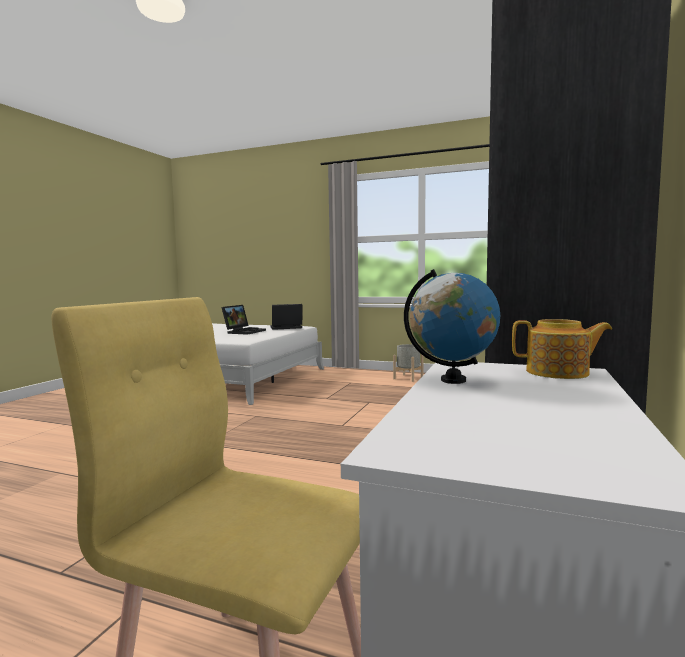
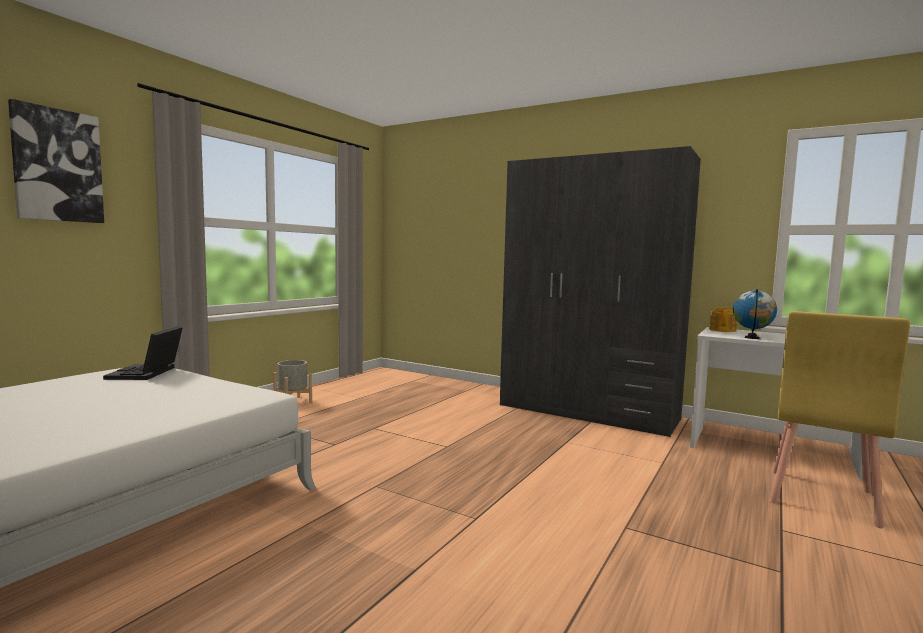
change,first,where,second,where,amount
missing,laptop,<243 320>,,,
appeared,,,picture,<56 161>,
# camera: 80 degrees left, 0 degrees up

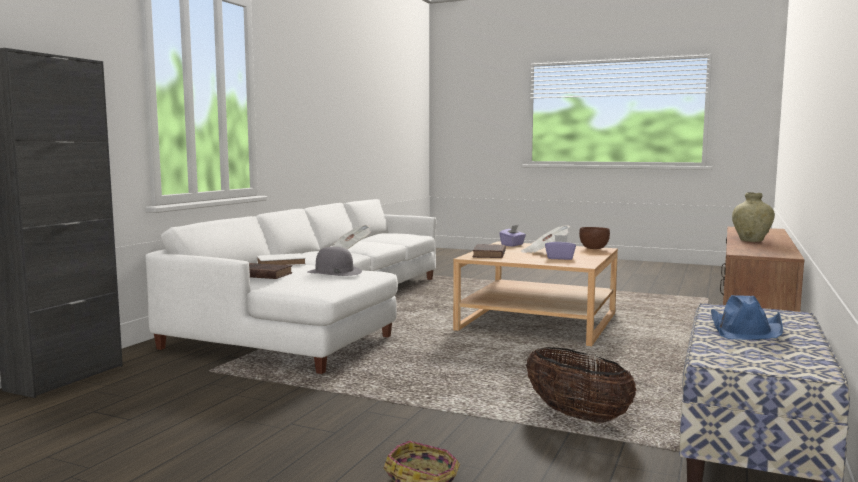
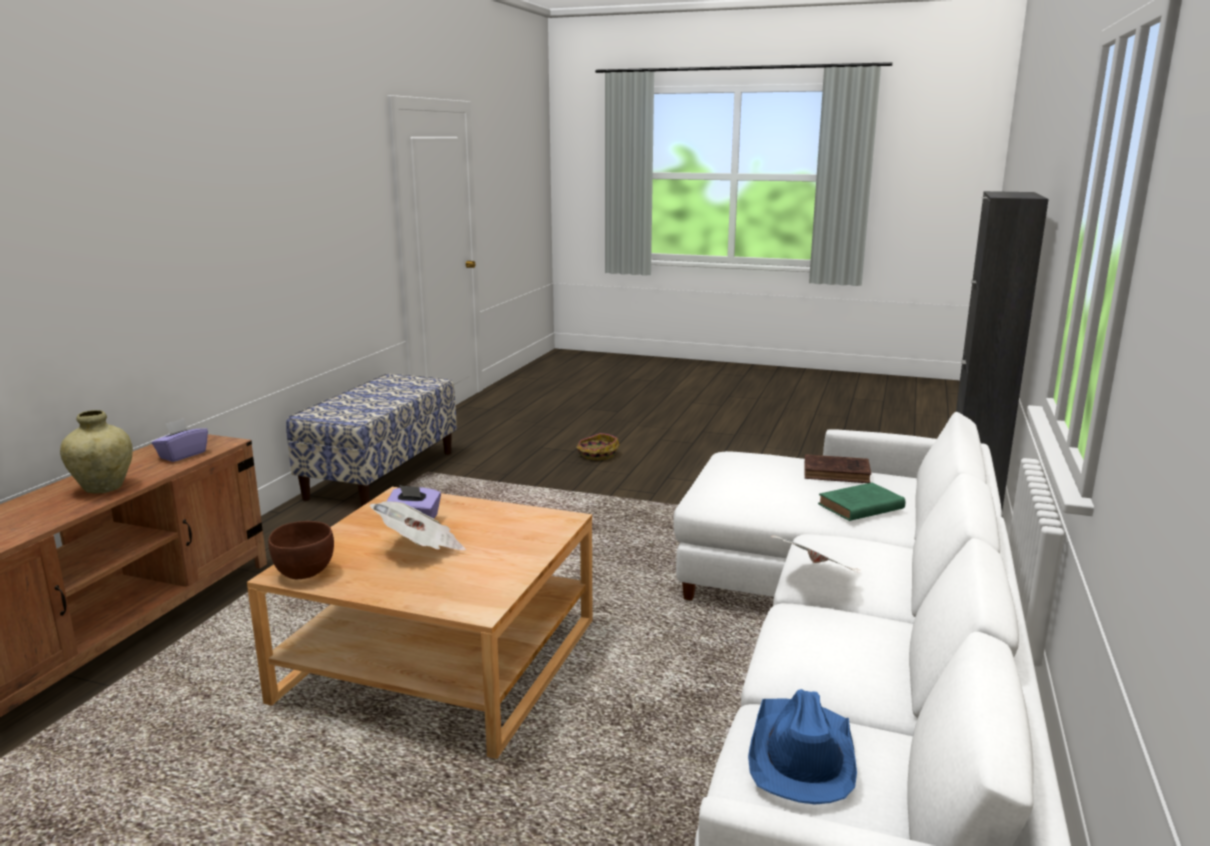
change,first,where,second,where,amount
relocated,tissue box in purple,<513 236>,,<180 440>,
missing,book in brown,<489 251>,,,
missing,hat in grey,<334 261>,,,
colour,book in white,<281 259>,book in green,<862 502>,
relocated,hat in blue,<747 317>,,<802 746>,
missing,basket,<581 385>,,,
# camera: 175 degrees right, 10 degrees up

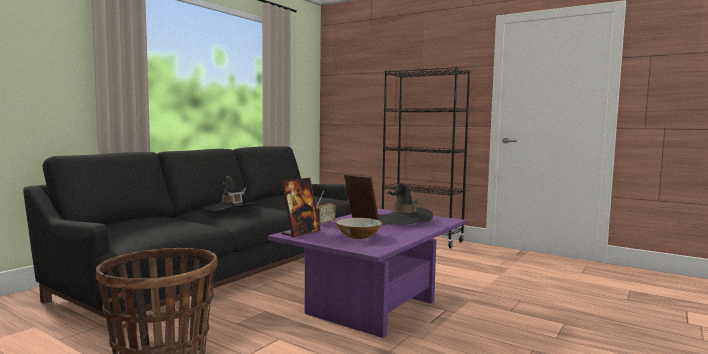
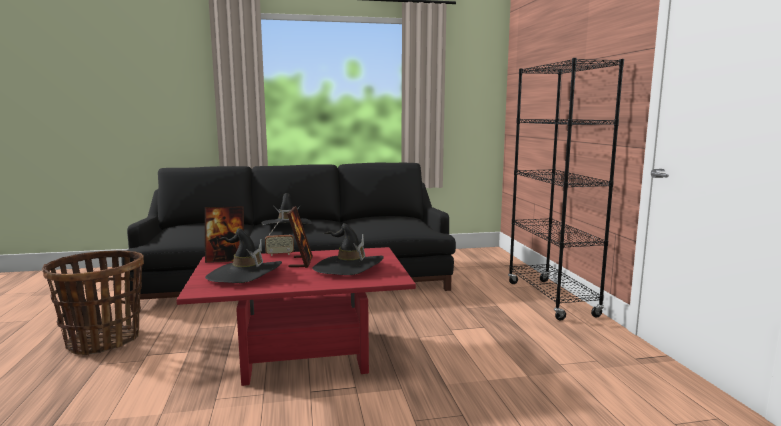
change,first,where,second,where,amount
colour,coffee table in purple,<367 273>,coffee table in red,<296 316>,
exchanged,bowl,<359 228>,hat in black,<243 255>,
# camera: 45 degrees right, 5 degrees up

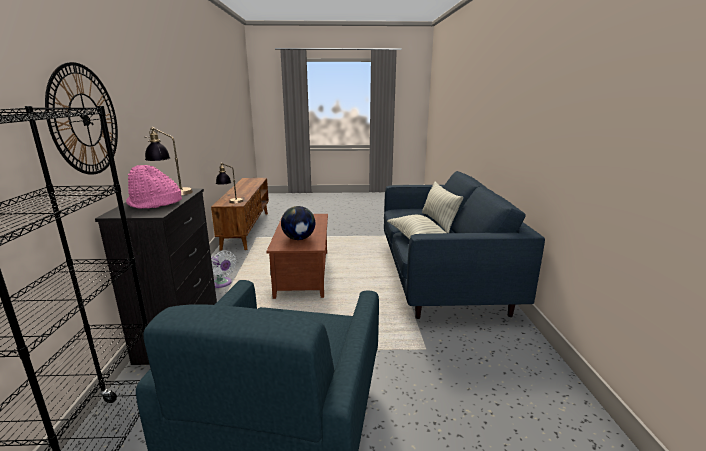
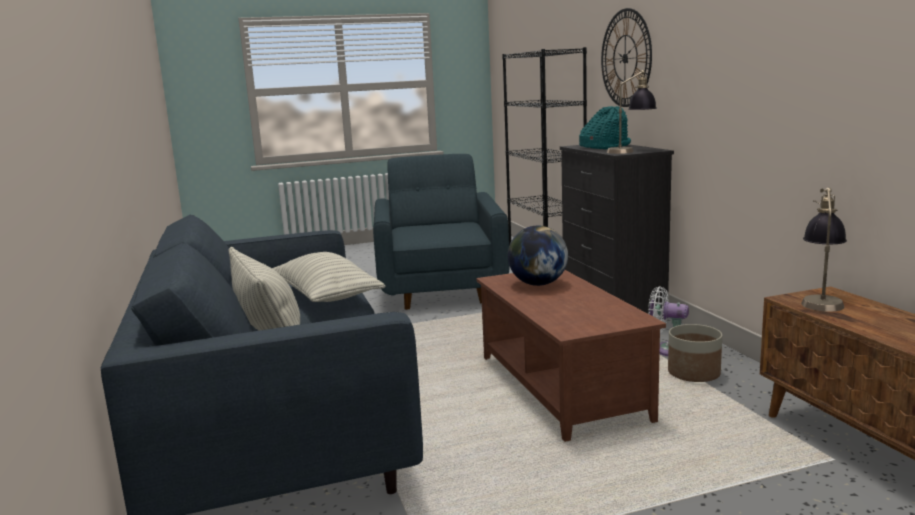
change,first,where,second,where,amount
colour,hat in pink,<154 187>,hat in turquoise,<605 127>,
appeared,,,planter,<695 353>,
# camera: 165 degrees right, 5 degrees down

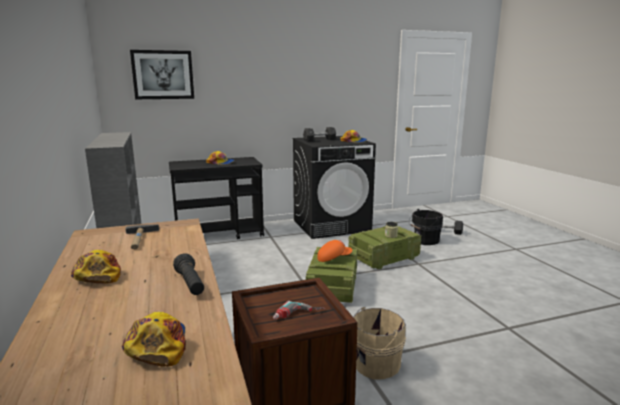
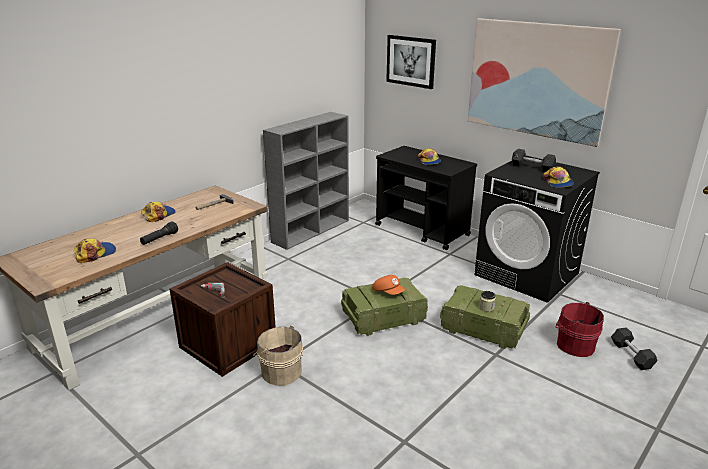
change,first,where,second,where,amount
colour,bucket in black,<426 227>,bucket in red,<580 329>,
appeared,,,picture,<544 82>,
# camera: 60 degrees right, 10 degrees up

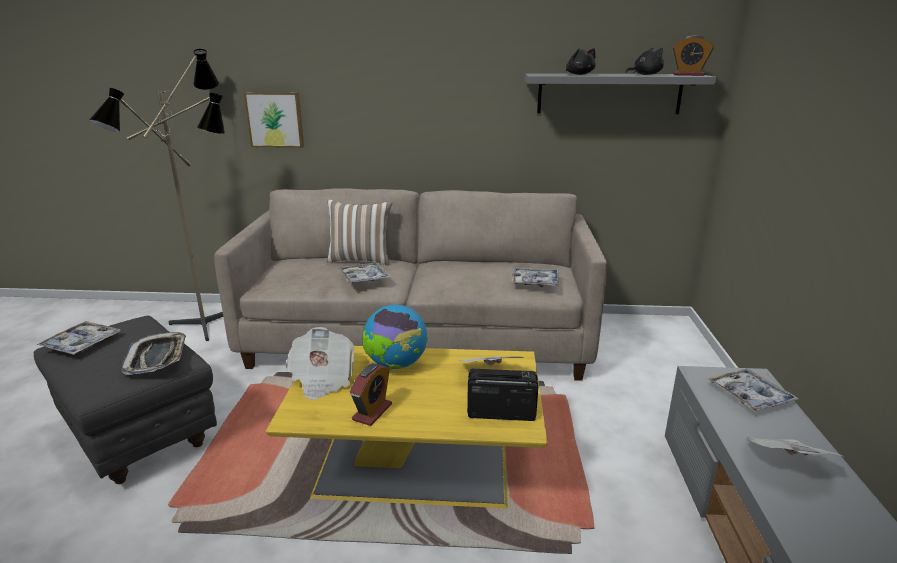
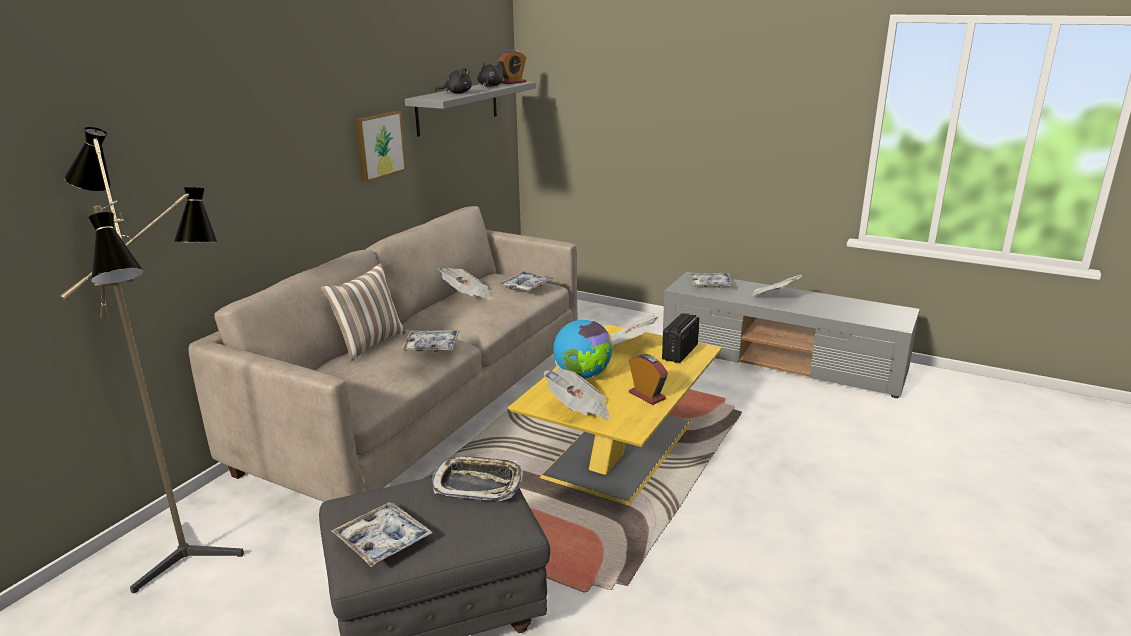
change,first,where,second,where,amount
relocated,picture,<274 120>,,<380 146>,
appeared,,,newspaper,<464 283>,
# camera: 65 degrees left, 0 degrees up

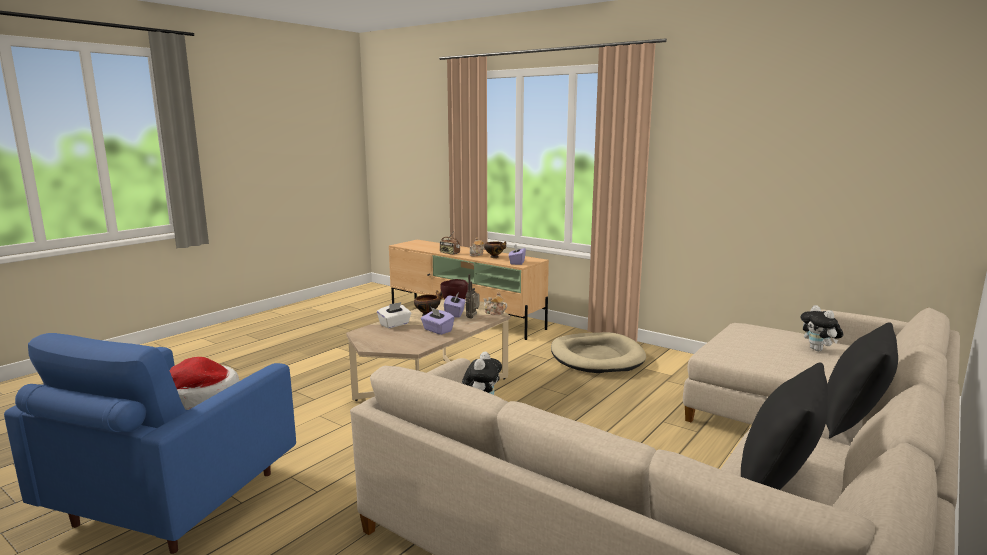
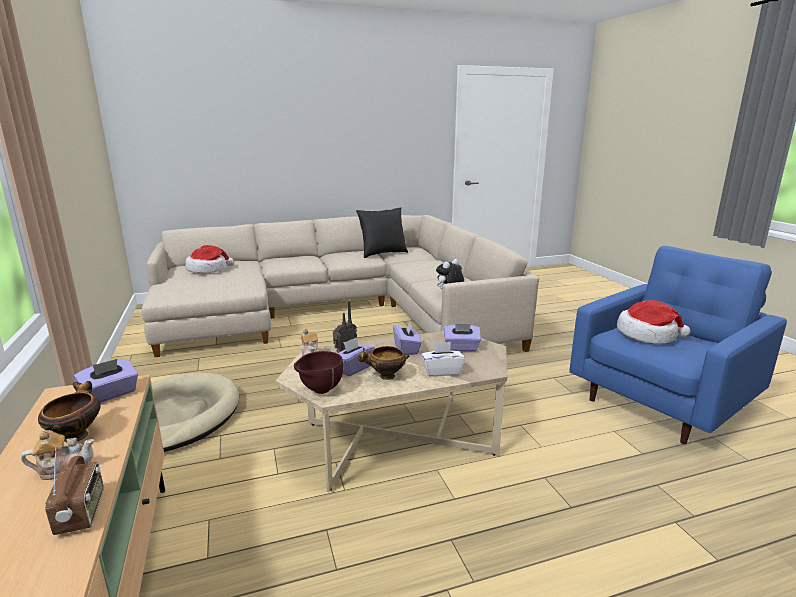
change,first,where,second,where,amount
exchanged,plush toy,<822 328>,hat,<209 259>,
missing,pillow in black,<862 380>,,,
appeared,,,tissue box in purple,<462 337>,
# camera: 145 degrees left, 5 degrees up

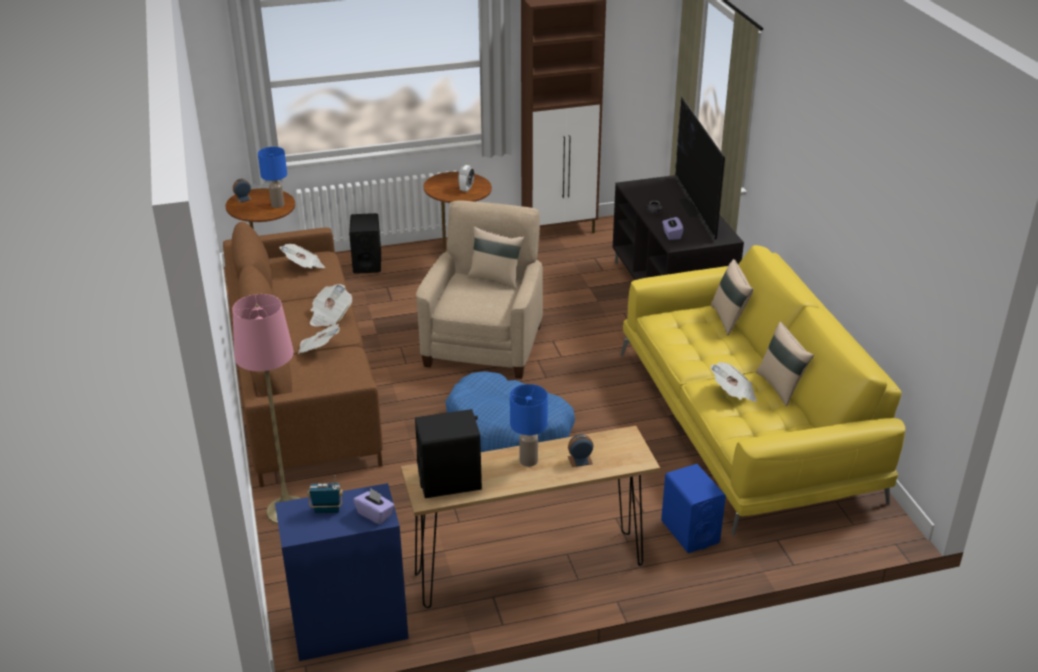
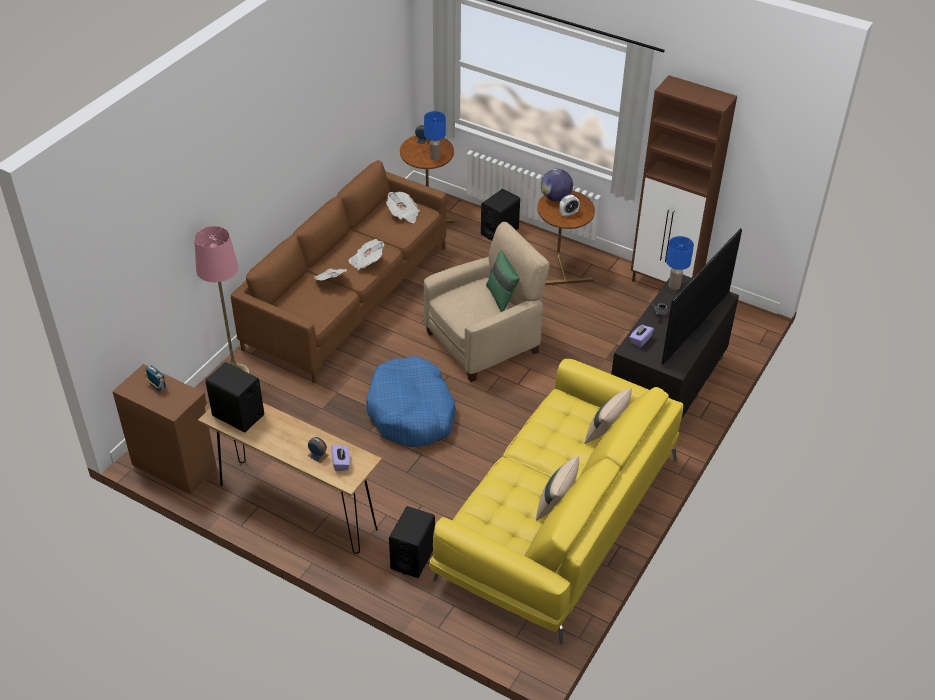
change,first,where,second,where,amount
colour,pillow in beige,<495 257>,pillow in green,<503 280>,
missing,newspaper,<734 382>,,,
relocated,table lamp in blue,<529 425>,,<680 263>,
colour,speaker in blue,<693 508>,speaker in black,<412 542>,
colour,cabinet in blue,<342 572>,cabinet in brown,<164 429>,
relocated,tissue box in purple,<374 506>,,<341 458>,
appeared,,,globe,<557 185>,
# camera: 45 degrees right, 10 degrees up

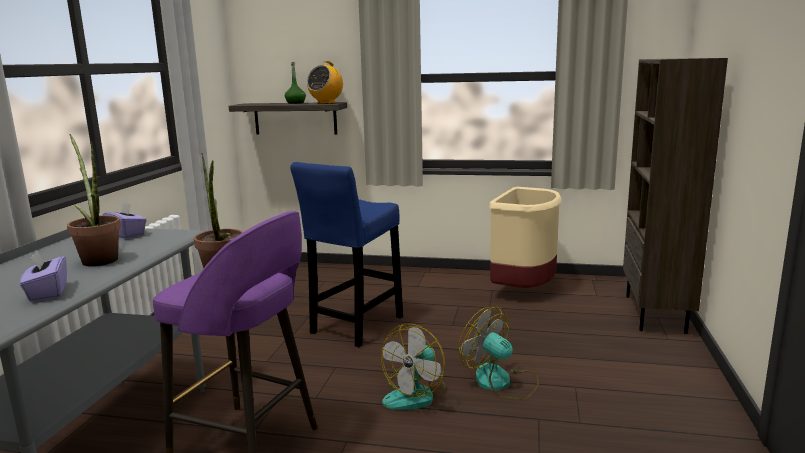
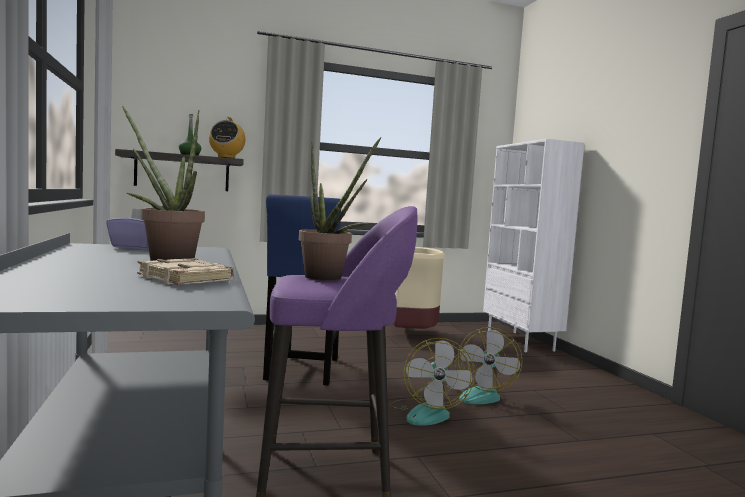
change,first,where,second,where,amount
colour,bookcase in brown,<675 196>,bookcase in white,<533 245>,
exchanged,tissue box in purple,<43 276>,book in beige,<185 271>,
spun,fan,<498 353>,,<485 365>,90 degrees counterclockwise
# camera: 30 degrees left, 10 degrees down

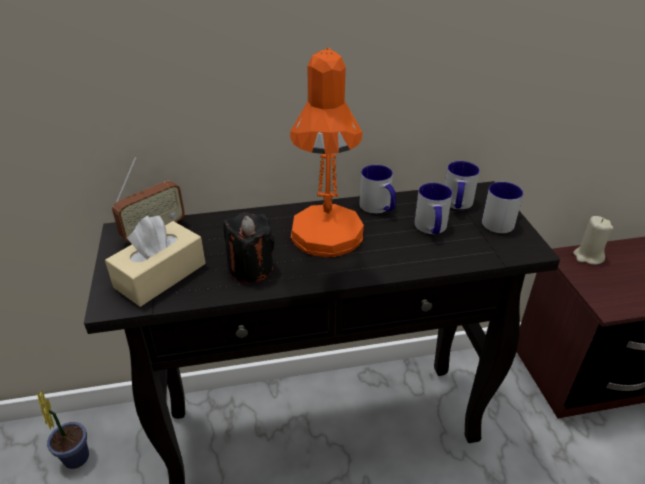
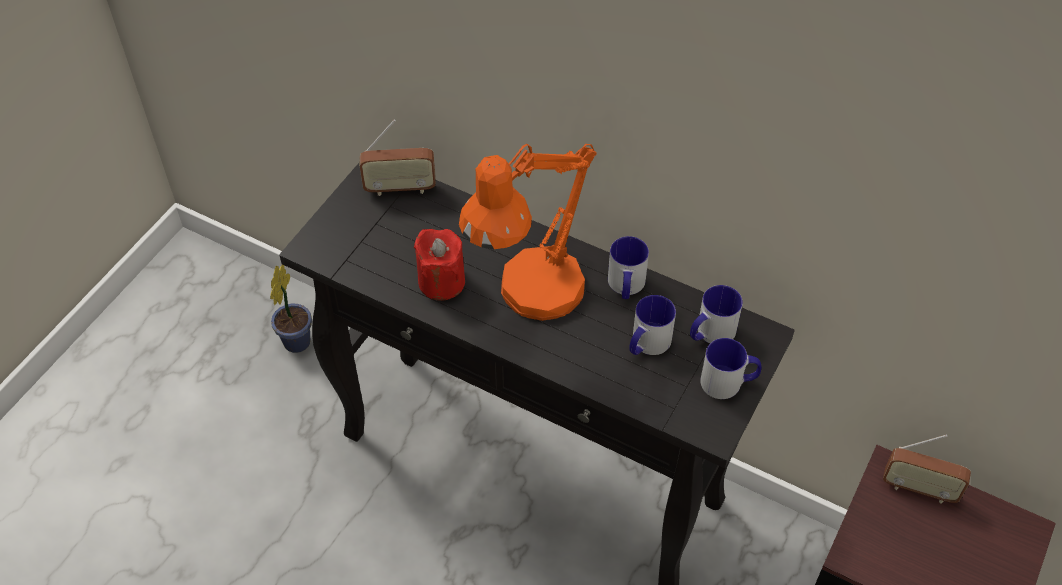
change,first,where,second,where,amount
colour,candle in black,<249 247>,candle in red,<439 265>,
missing,tissue box in beige,<155 261>,,,
exchanged,candle in beige,<593 240>,radio,<927 469>,
# camera: 40 degrees right, 15 degrees up

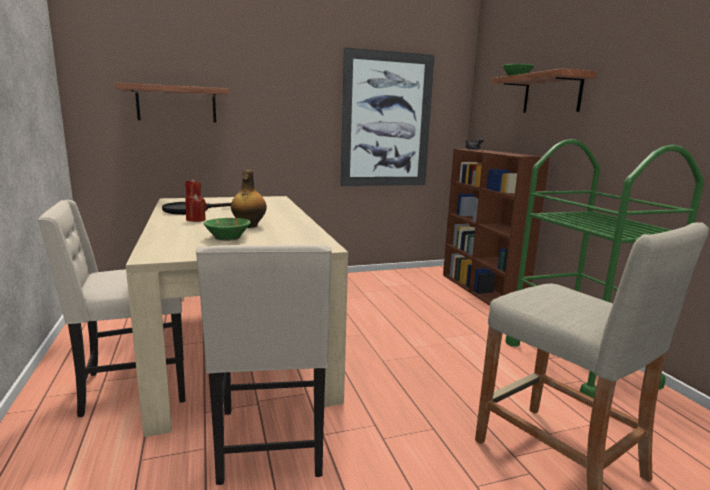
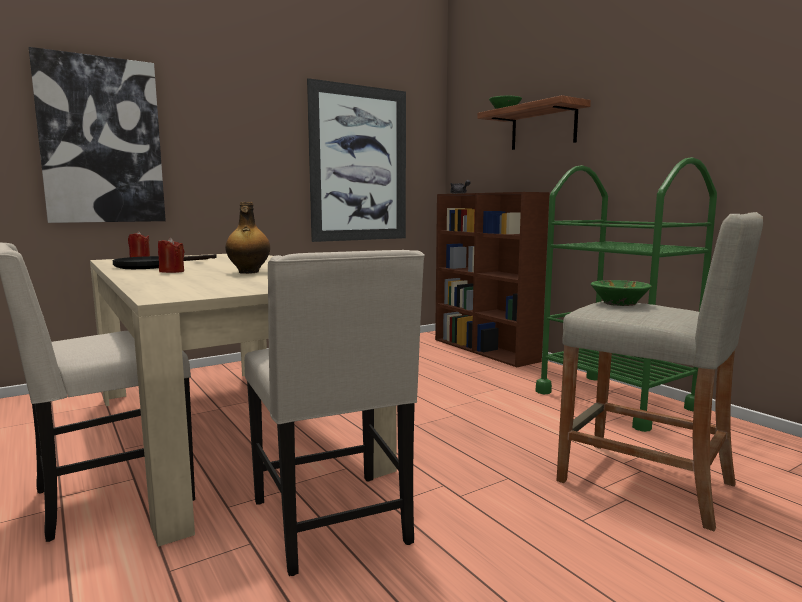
change,first,where,second,where,amount
exchanged,shelf,<172 103>,picture,<97 135>,
relocated,bowl in green,<227 229>,,<621 293>,
# camera: 15 degrees left, 5 degrees down

